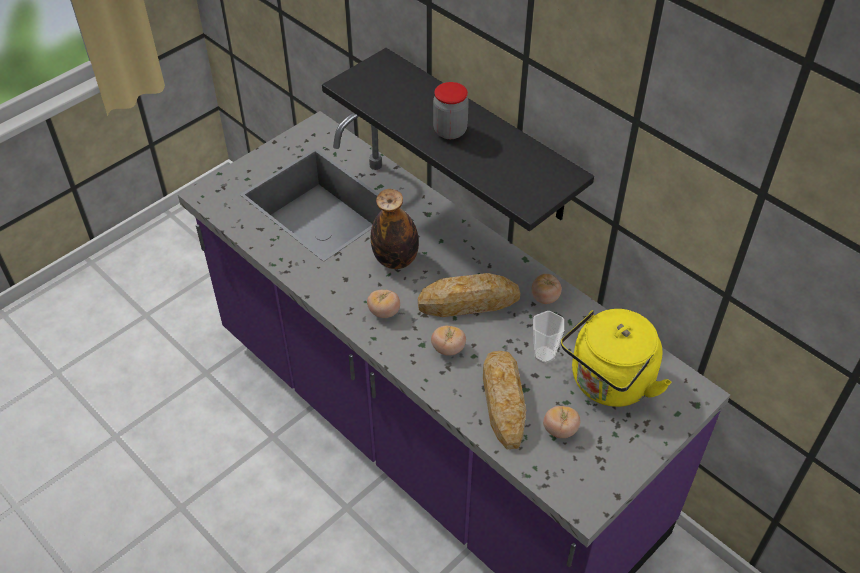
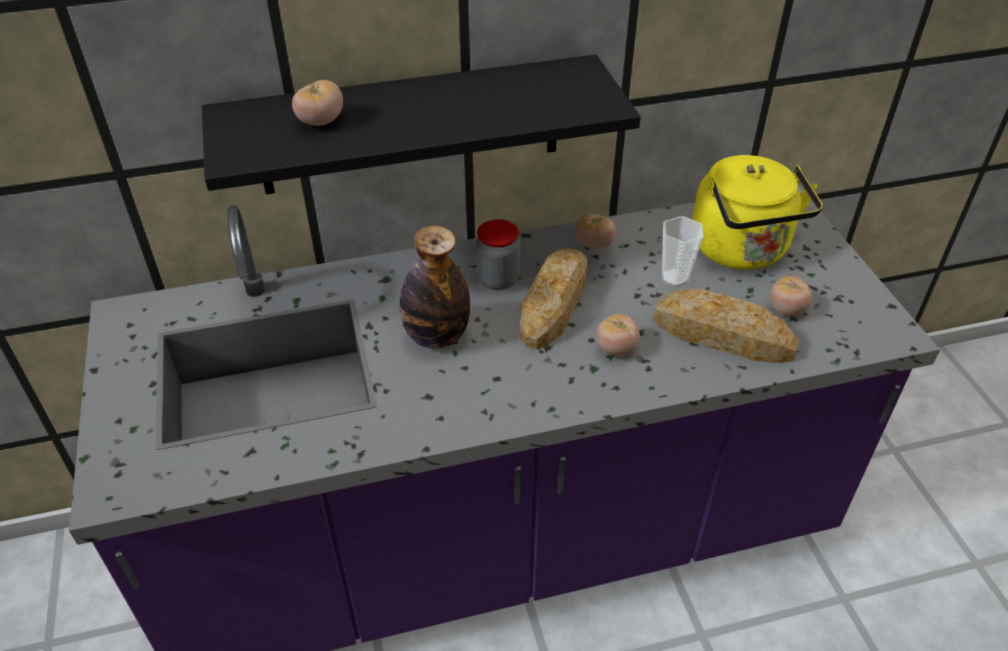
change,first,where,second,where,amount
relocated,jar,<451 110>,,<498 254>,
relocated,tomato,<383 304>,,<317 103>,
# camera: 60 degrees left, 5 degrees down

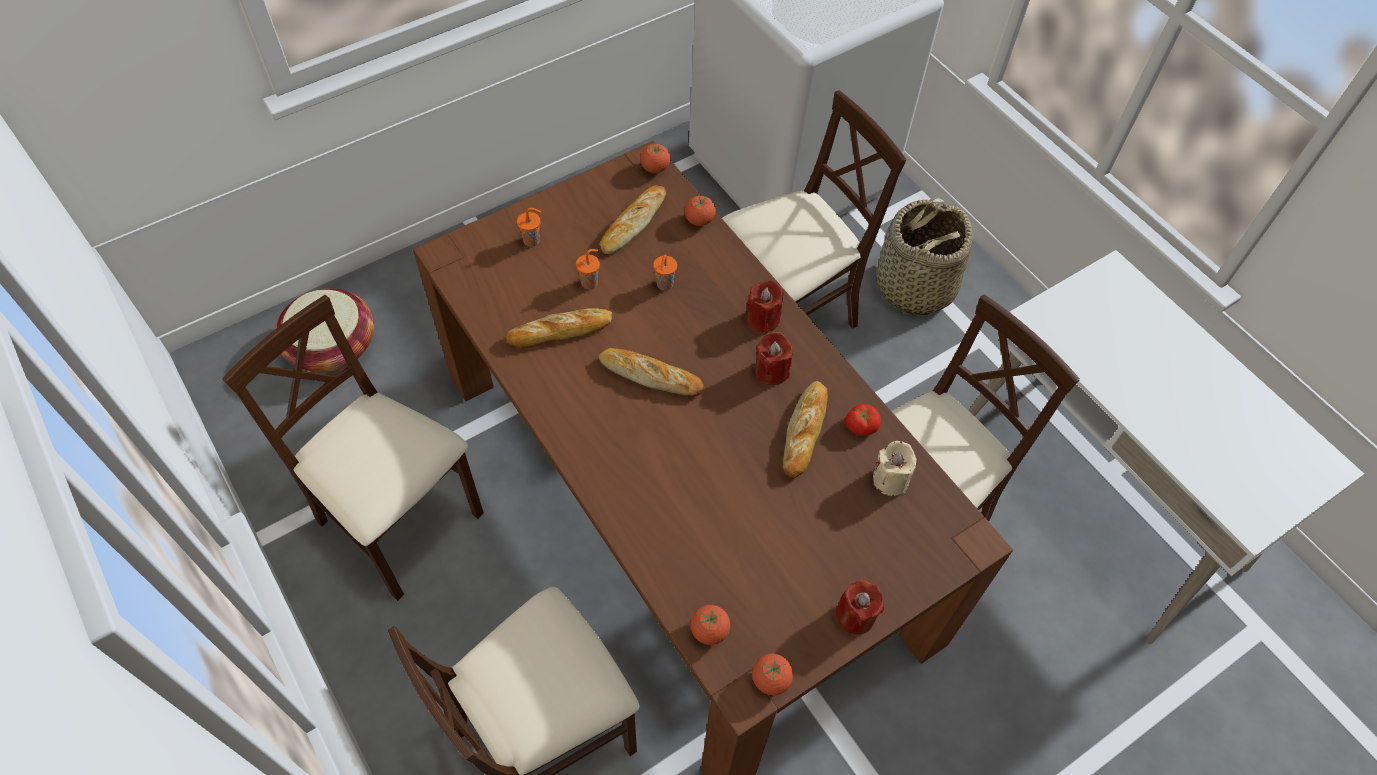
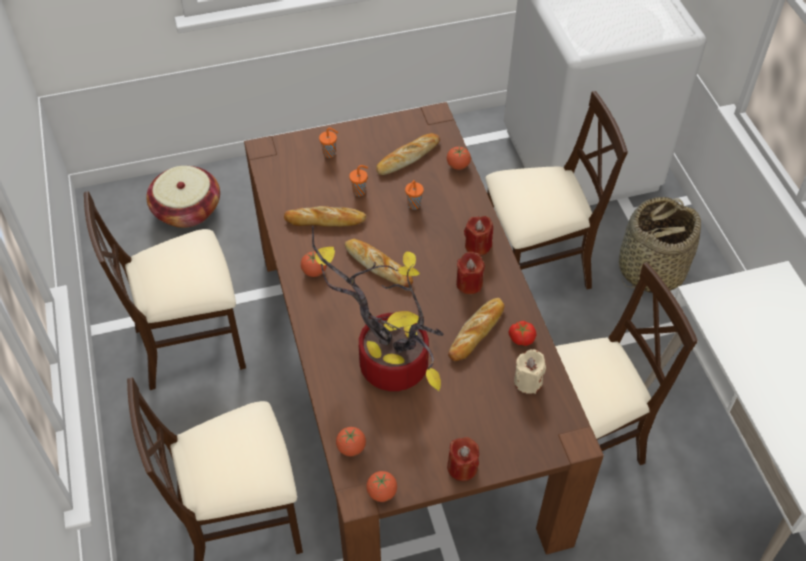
change,first,where,second,where,amount
relocated,tomato,<655 158>,,<314 264>,
spun,chair in beige,<353 448>,,<165 290>,75 degrees counterclockwise
appeared,,,potted plant,<377 309>,
# camera: 20 degrees right, 5 degrees down

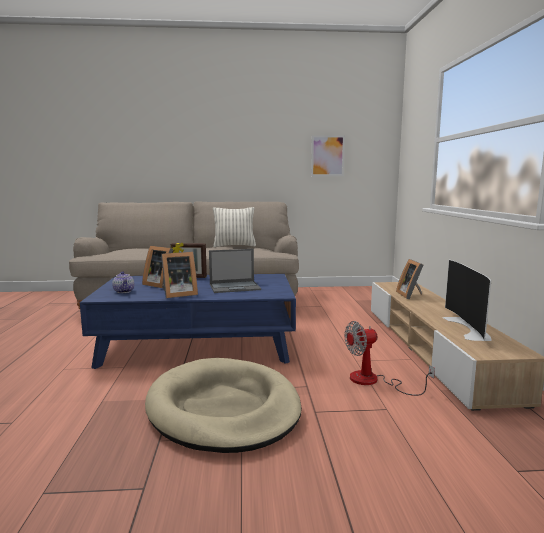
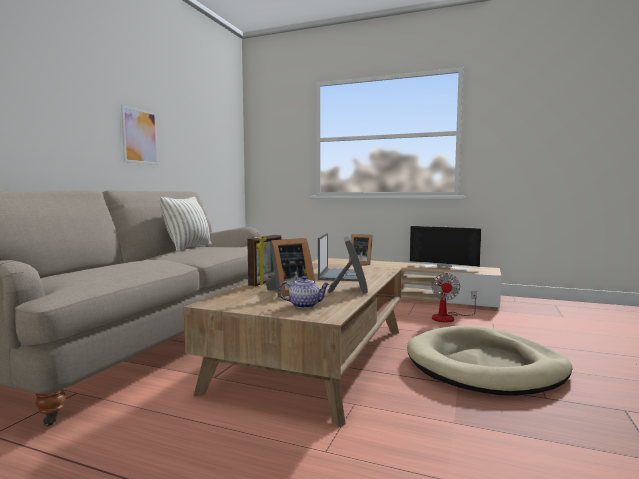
change,first,where,second,where,amount
relocated,picture,<328 155>,,<139 135>,
colour,coffee table in blue,<188 321>,coffee table in brown,<292 345>,
# camera: 65 degrees left, 5 degrees down

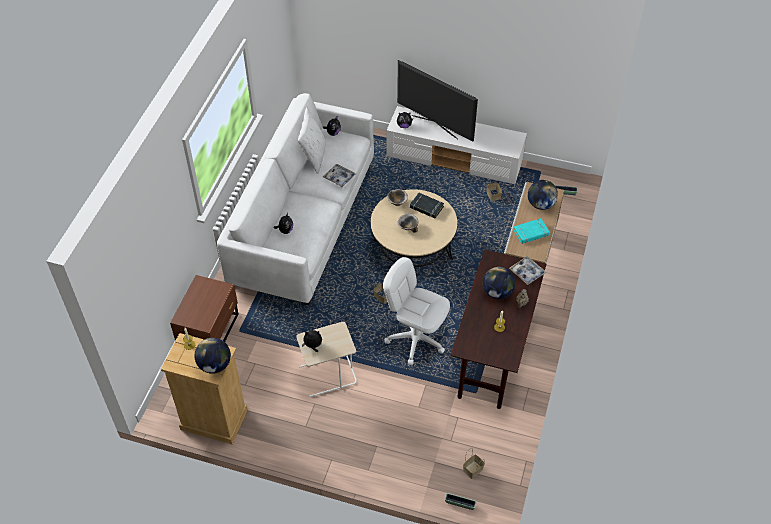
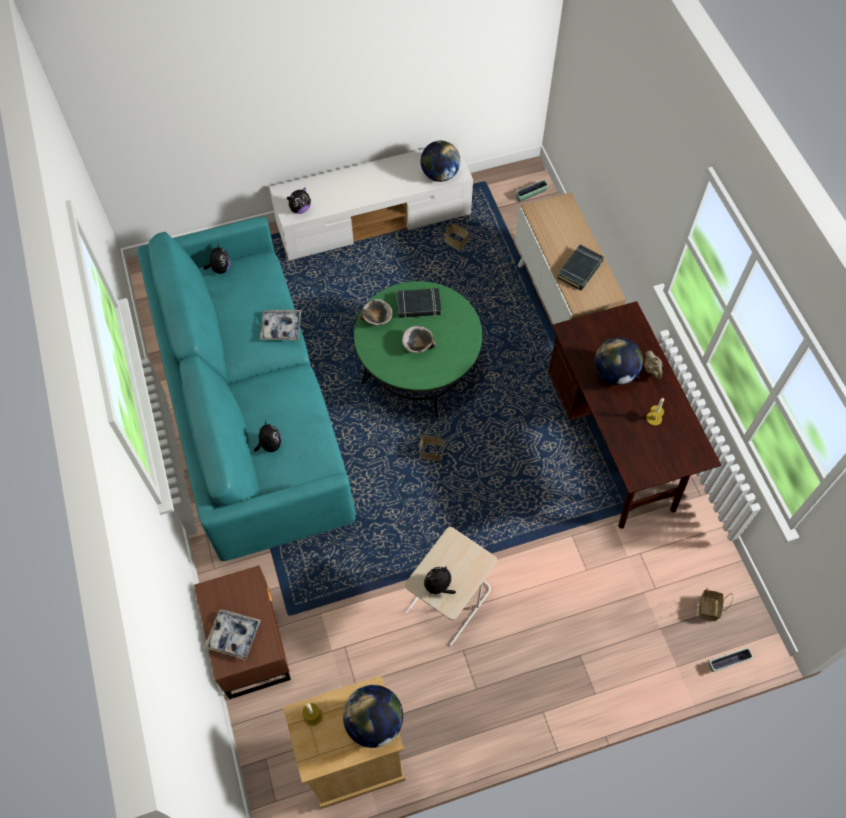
change,first,where,second,where,amount
missing,television,<437 101>,,,
colour,sofa in white,<295 199>,sofa in turquoise,<246 389>,
missing,pillow in white,<312 140>,,,
relocated,globe,<543 195>,,<440 161>,
colour,coffee table in beige,<414 228>,coffee table in green,<418 350>,
colour,book in turquoise,<531 231>,book in black,<580 268>,
relocated,tray,<527 270>,,<232 634>,
missing,office chair in white,<416 311>,,,
# camera: 35 degrees left, 10 degrees up

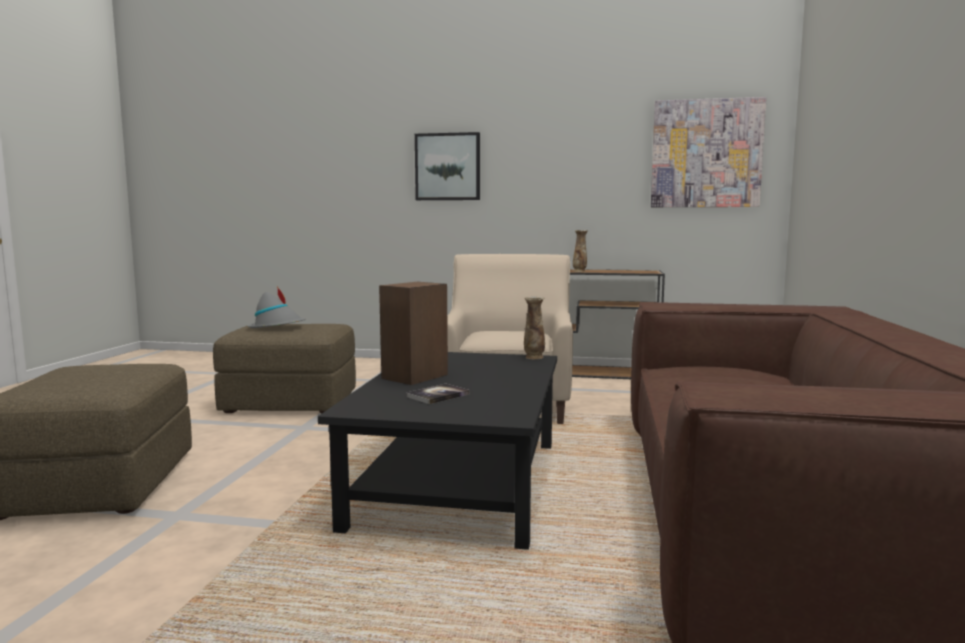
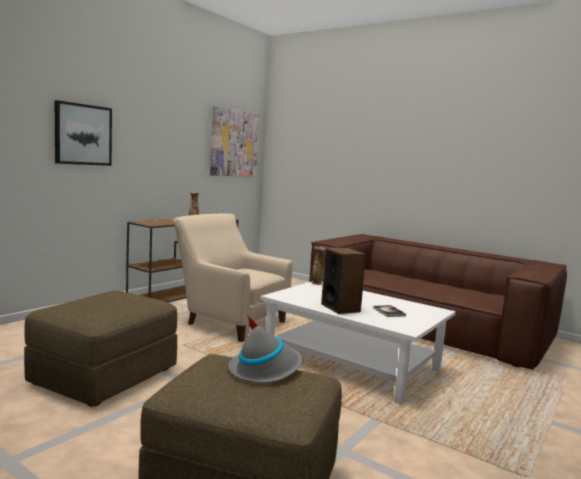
change,first,where,second,where,amount
relocated,hat in grey,<277 307>,,<265 349>,
colour,coffee table in black,<437 451>,coffee table in white,<358 343>,
# camera: 65 degrees left, 0 degrees up

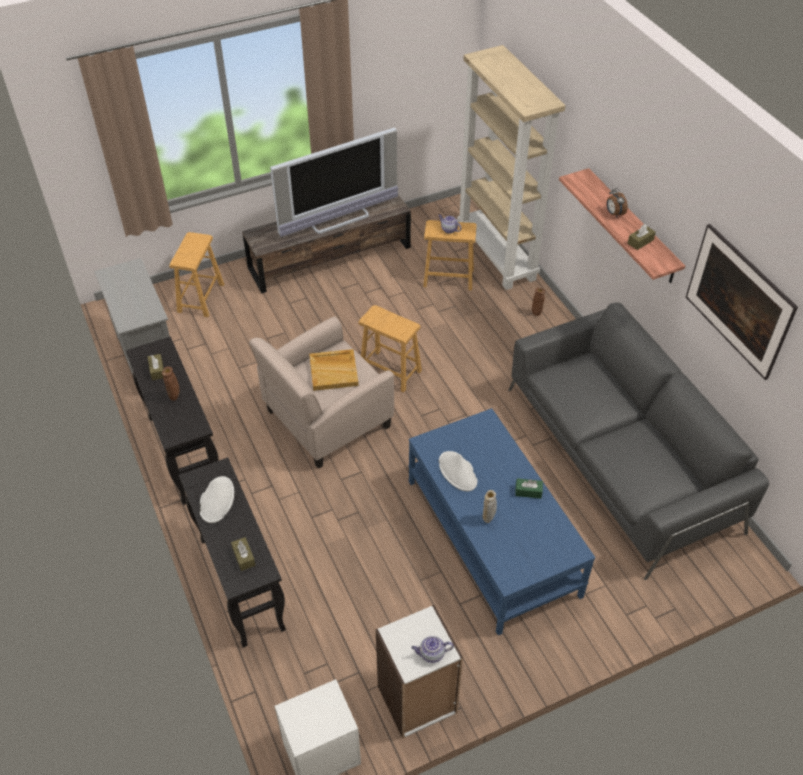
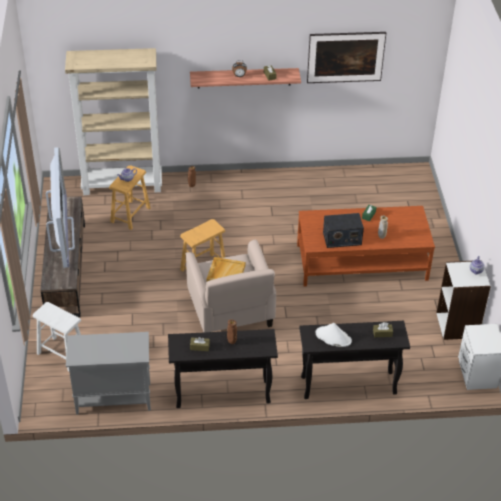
change,first,where,second,where,amount
colour,stool in brown,<196 274>,stool in white,<57 336>,
missing,sofa in grey,<638 441>,,,
colour,coffee table in blue,<502 521>,coffee table in brown,<366 246>,
exchanged,hat in white,<458 471>,radio,<343 230>,
# camera: 70 degrees left, 5 degrees down

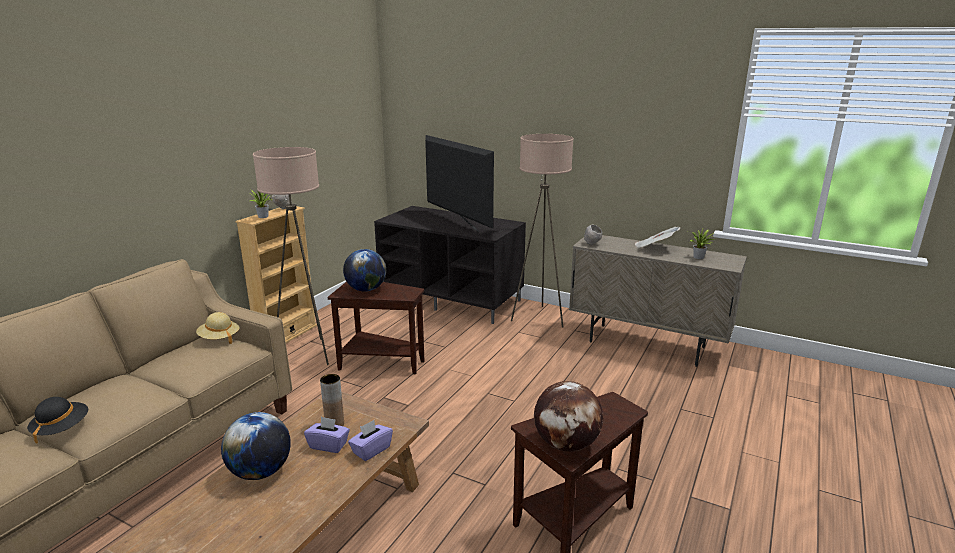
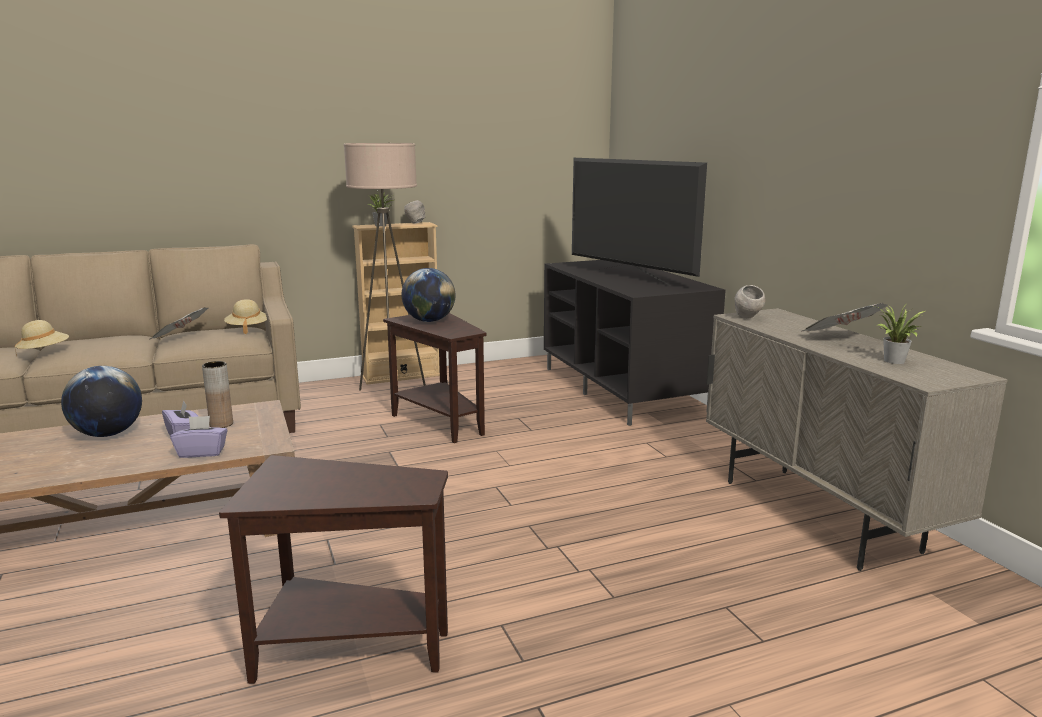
change,first,where,second,where,amount
missing,floor lamp in beige,<542 230>,,,
spun,television,<459 183>,,<639 222>,135 degrees clockwise
missing,globe,<568 416>,,,
colour,hat in black,<57 420>,hat in beige,<42 338>,
appeared,,,newspaper,<179 323>,
# camera: 40 degrees right, 5 degrees down

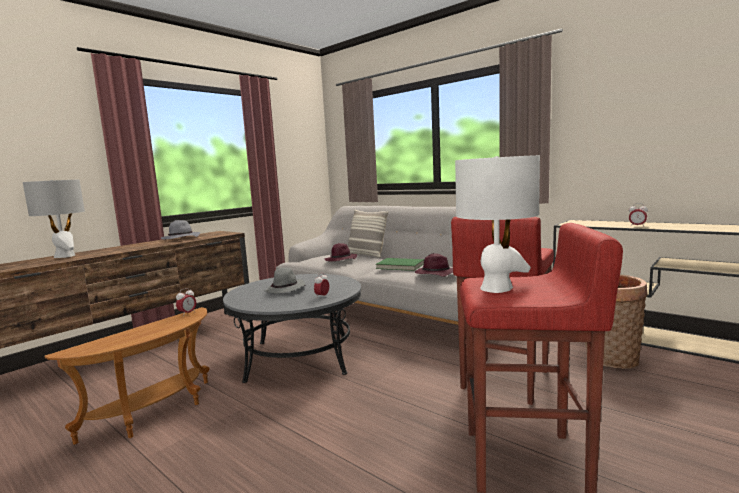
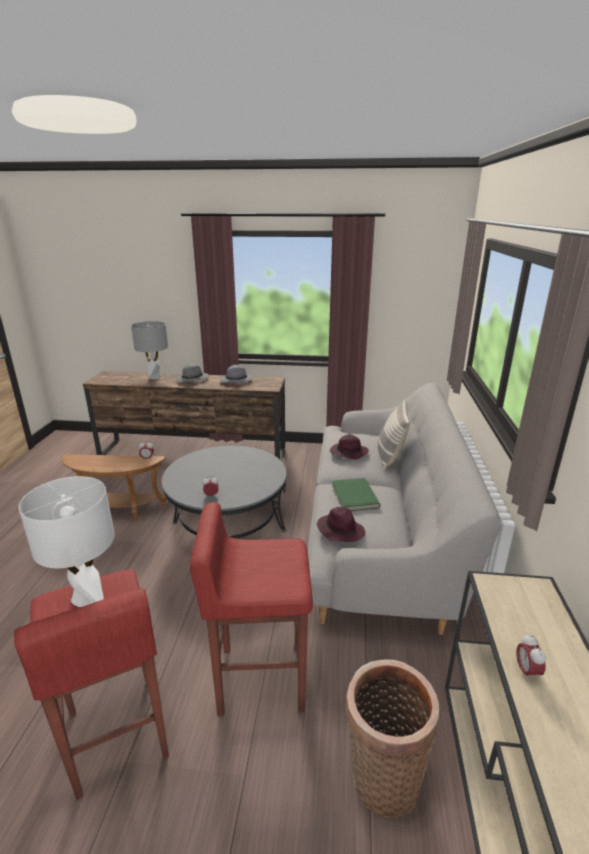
change,first,where,second,where,amount
relocated,hat in grey,<285 280>,,<192 373>,
# camera: 55 degrees right, 15 degrees up

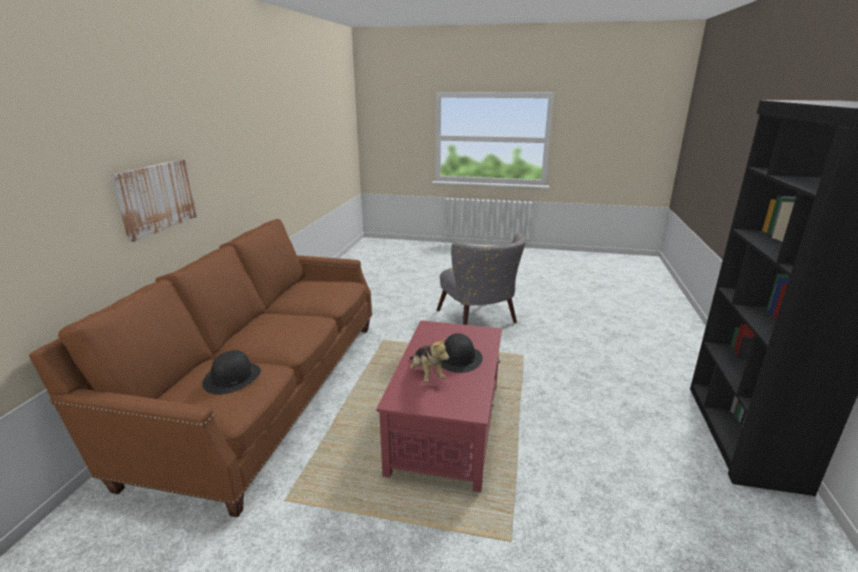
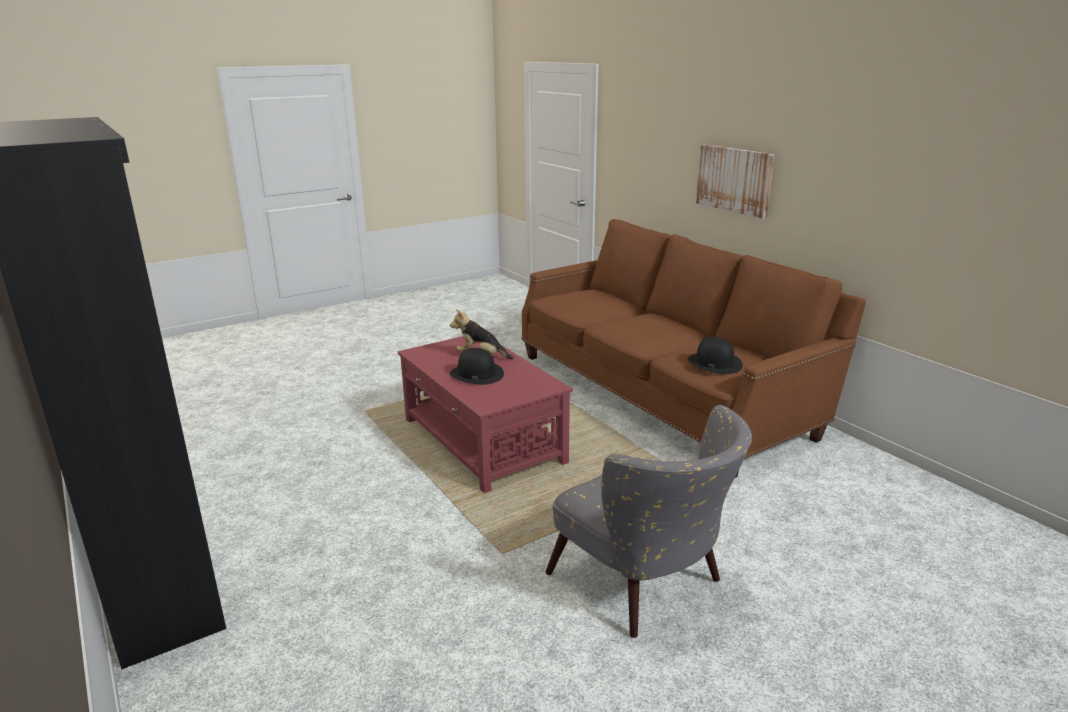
change,first,where,second,where,amount
spun,armchair in grey,<481 279>,,<649 521>,150 degrees counterclockwise
relocated,hat in black,<231 372>,,<715 355>,
# camera: 135 degrees right, 0 degrees up

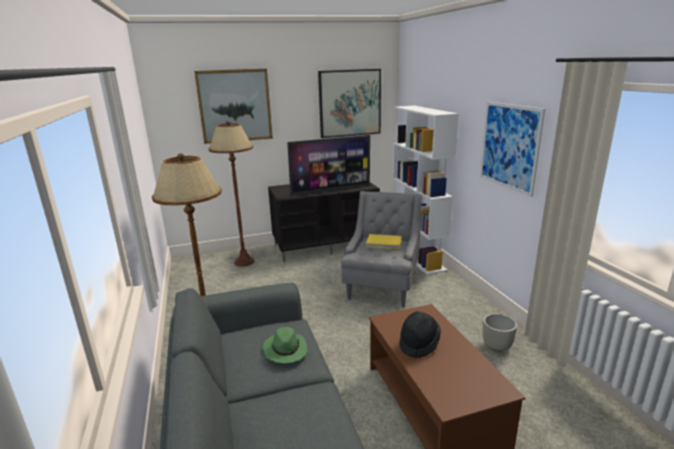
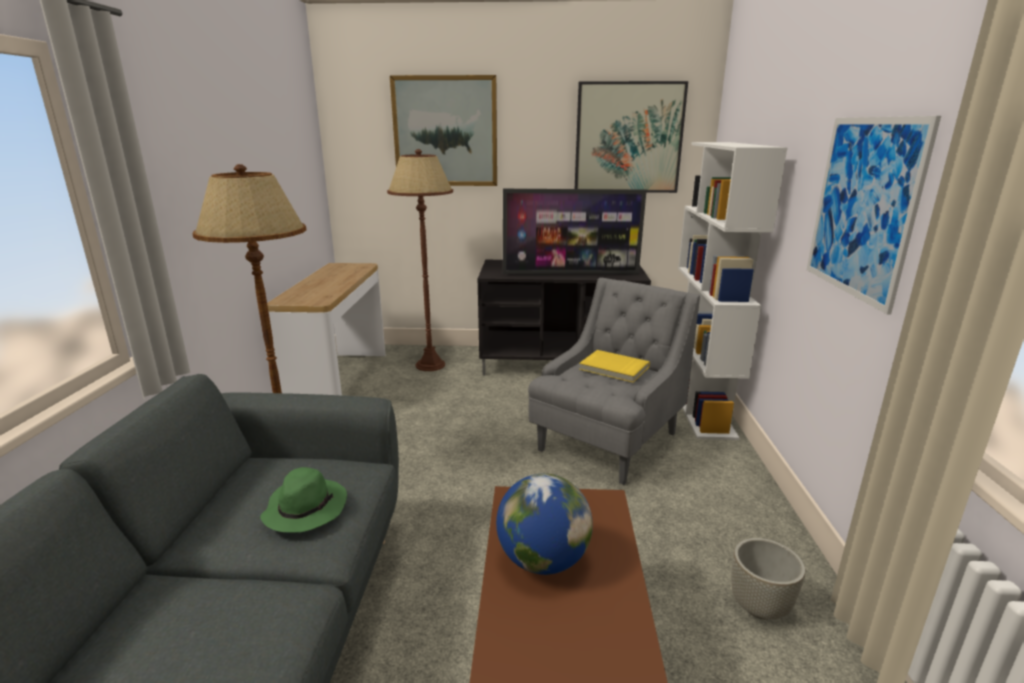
change,first,where,second,where,amount
exchanged,hat in black,<420 334>,globe,<544 524>,
appeared,,,console table,<326 329>,
# camera: 20 degrees right, 0 degrees up

